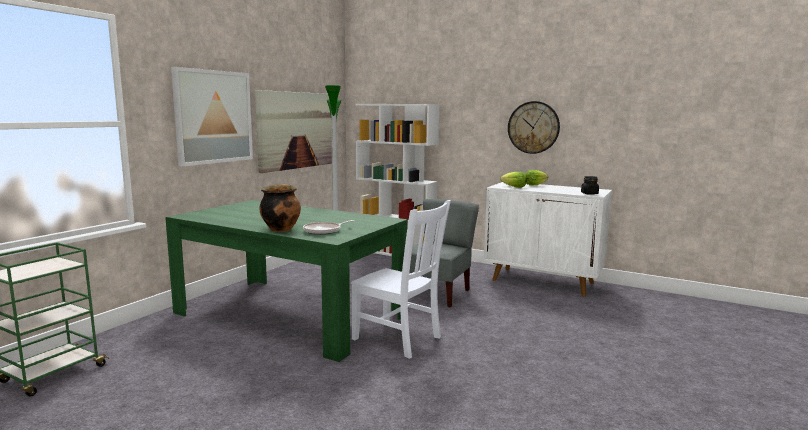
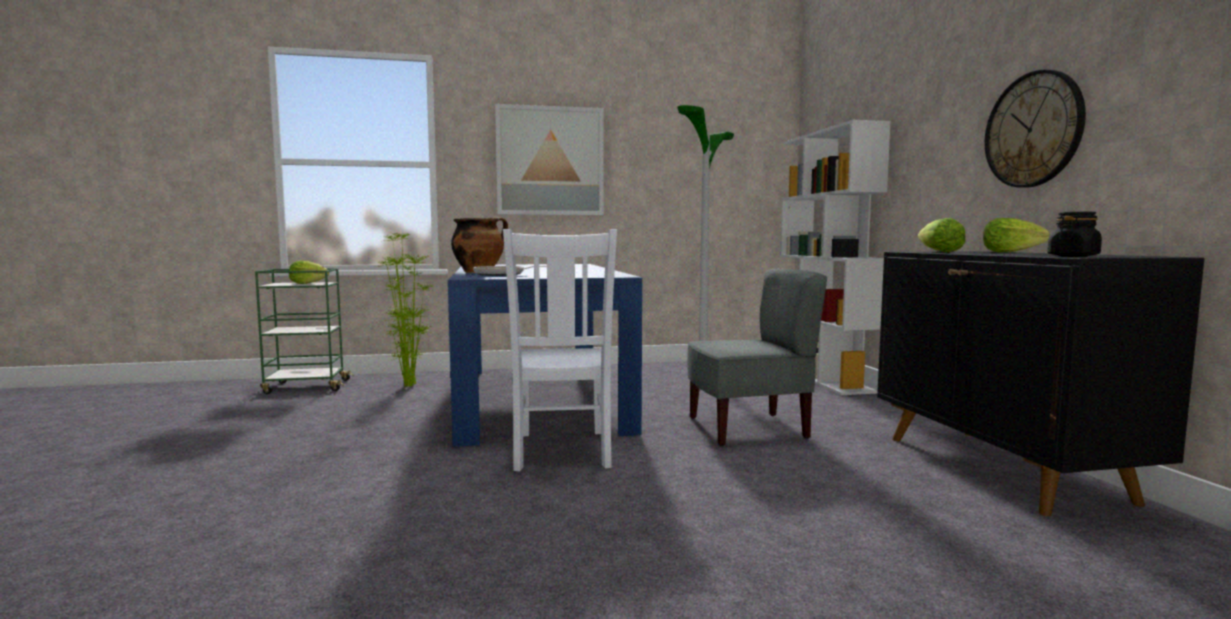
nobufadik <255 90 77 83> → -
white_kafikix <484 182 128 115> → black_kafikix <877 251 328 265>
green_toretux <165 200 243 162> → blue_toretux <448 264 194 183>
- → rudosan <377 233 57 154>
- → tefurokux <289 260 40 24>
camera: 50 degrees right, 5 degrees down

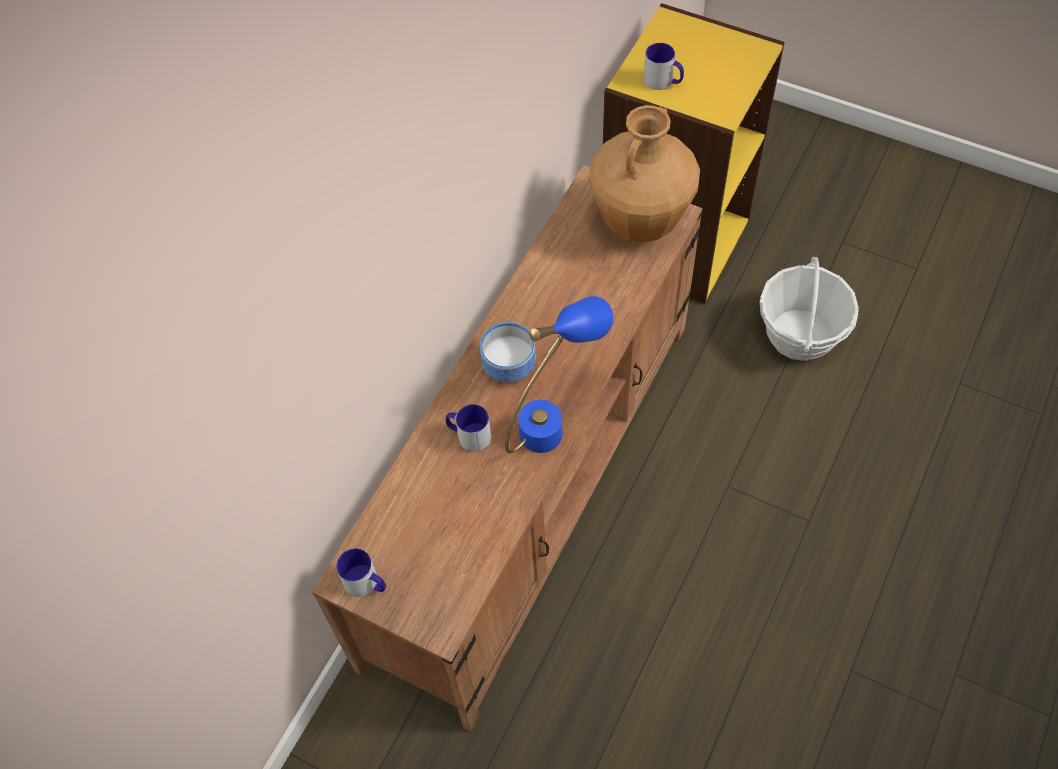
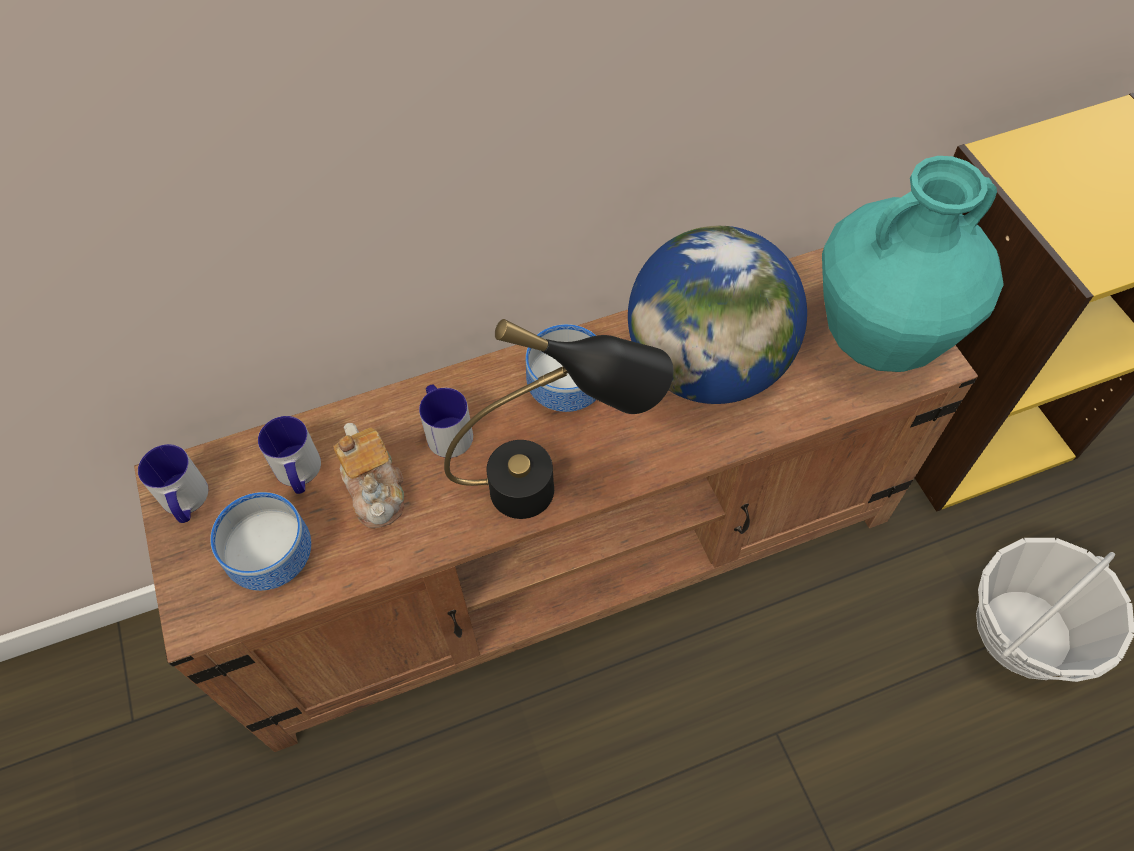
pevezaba <644 43 40 47> → pevezaba <258 416 63 78>, relocated
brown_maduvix <589 105 111 138> → turquoise_maduvix <822 156 182 216>
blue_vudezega <505 296 108 157> → black_vudezega <444 319 230 200>
- → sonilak <628 226 179 178>
- → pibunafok <333 423 71 105>
- → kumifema <210 492 101 99>
camera: 40 degrees right, 0 degrees up

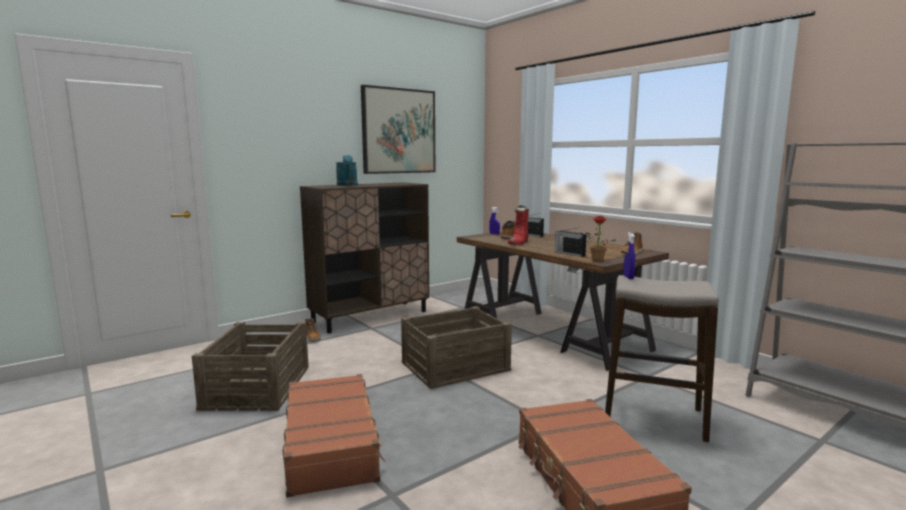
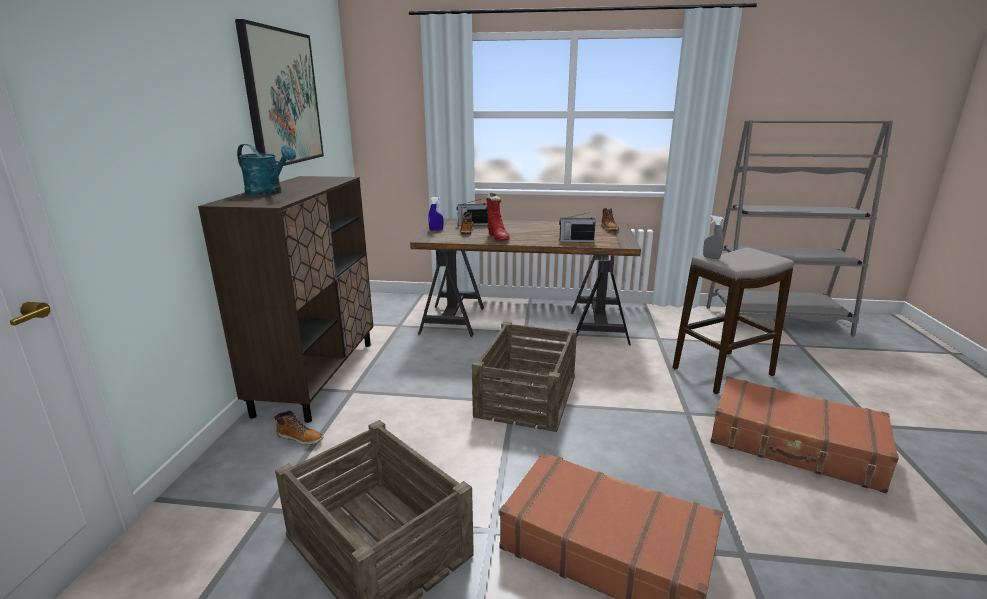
rudosan <586 216 30 46> → -
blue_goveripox <623 232 12 47> → grey_goveripox <703 215 21 44>
camera: 45 degrees left, 10 degrees up

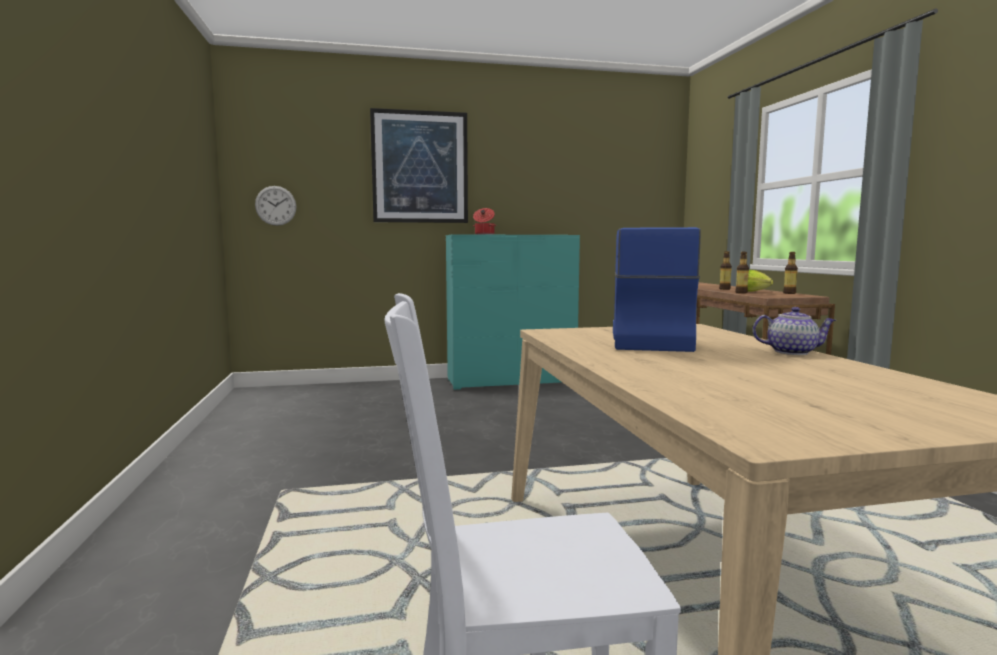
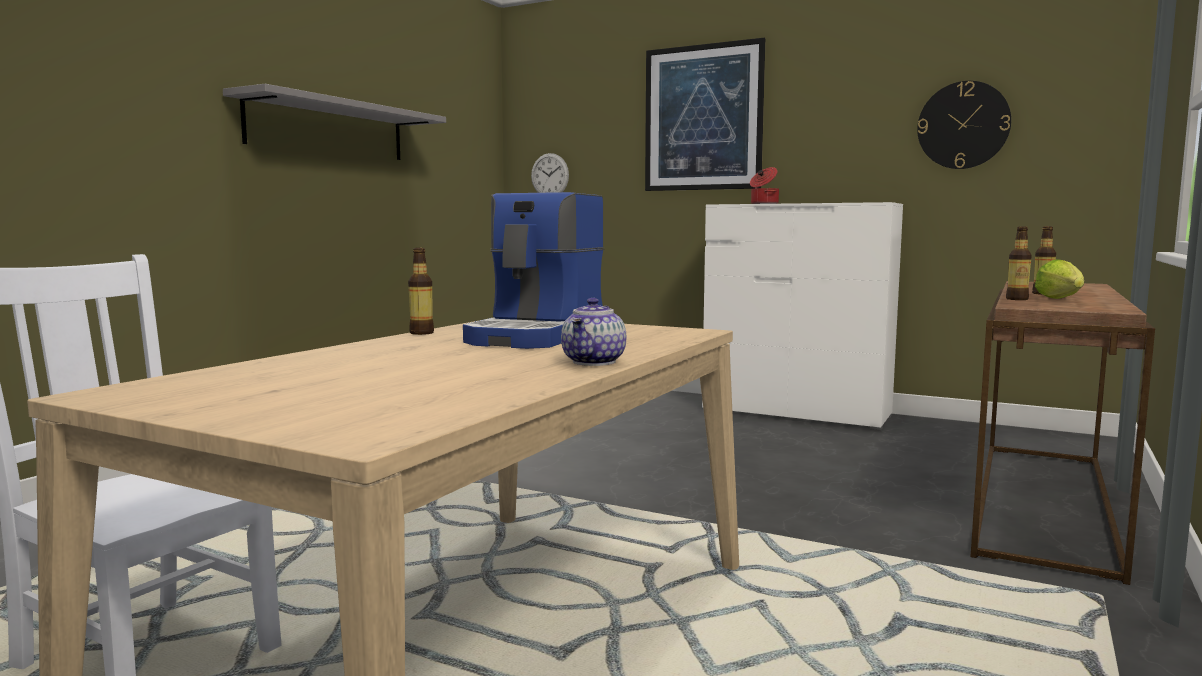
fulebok <613 227 88 125> → fulebok <463 192 141 157>, 150 degrees clockwise
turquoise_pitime <446 234 134 156> → white_pitime <702 202 201 228>
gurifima <783 252 15 42> → gurifima <408 248 26 87>, relocated
pibunafok <753 307 83 48> → pibunafok <561 298 65 68>, 60 degrees clockwise
- → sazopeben <917 81 94 88>
- → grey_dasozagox <223 84 223 76>
camera: 40 degrees right, 0 degrees up

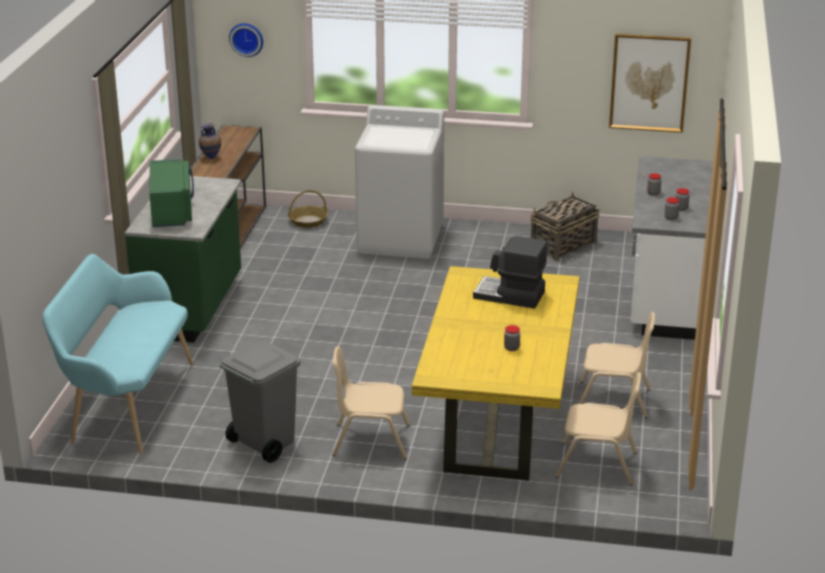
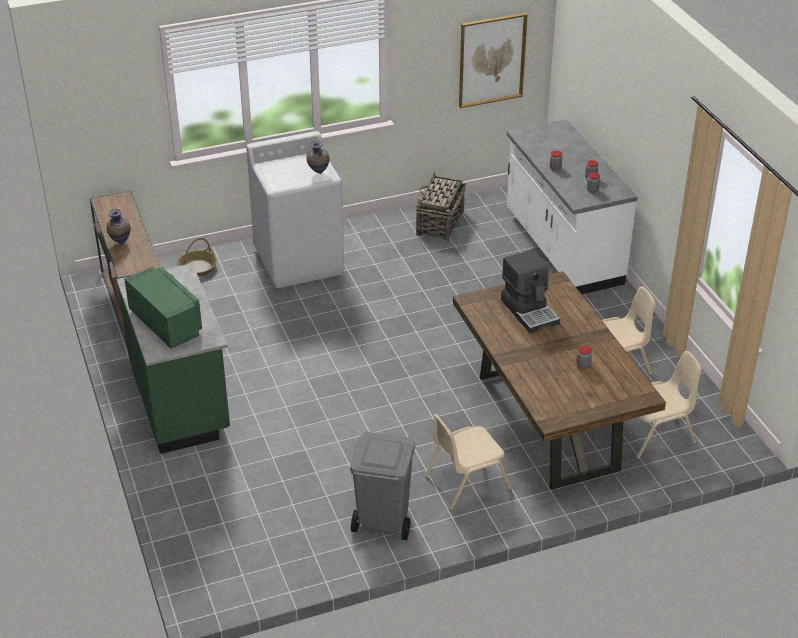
sazopeben <229 23 34 34> → -
fulebok <473 236 74 73> → fulebok <501 249 59 84>, 105 degrees counterclockwise
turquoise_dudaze <42 254 151 200> → -
yellow_toretux <412 266 167 215> → brown_toretux <453 271 213 219>
- → maduvix <307 140 23 34>
camera: 30 degrees left, 10 degrees up

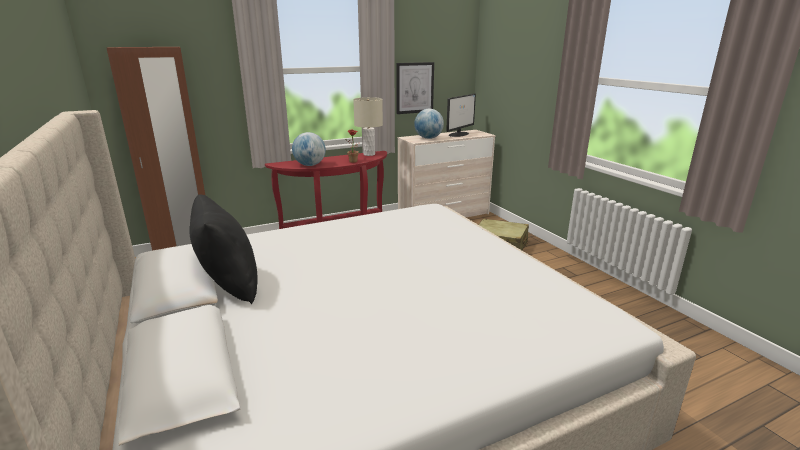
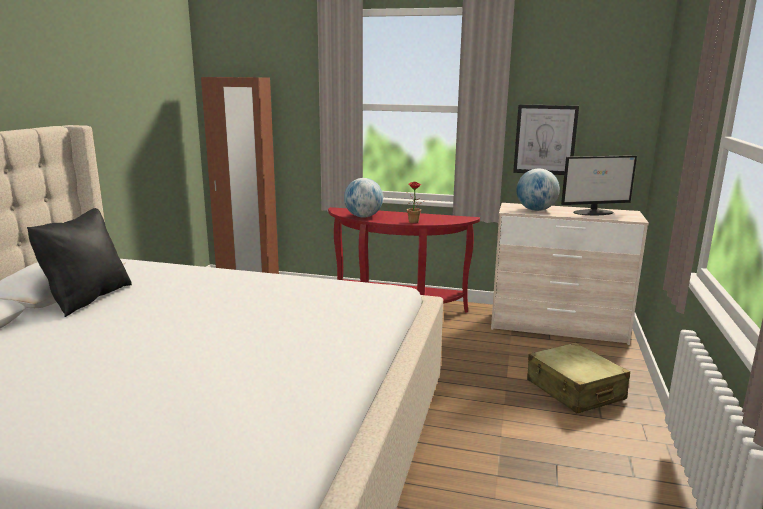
beige_vudezega <353 97 30 59> → -
camera: 40 degrees right, 5 degrees down

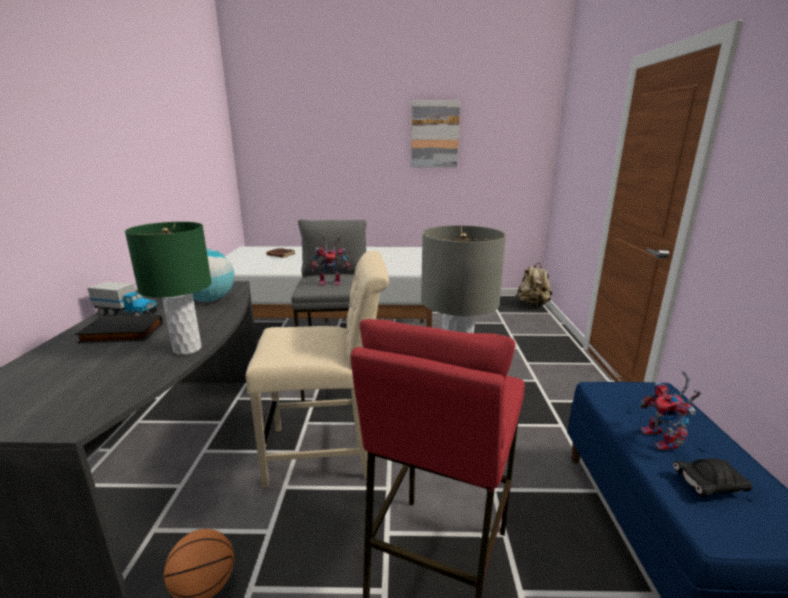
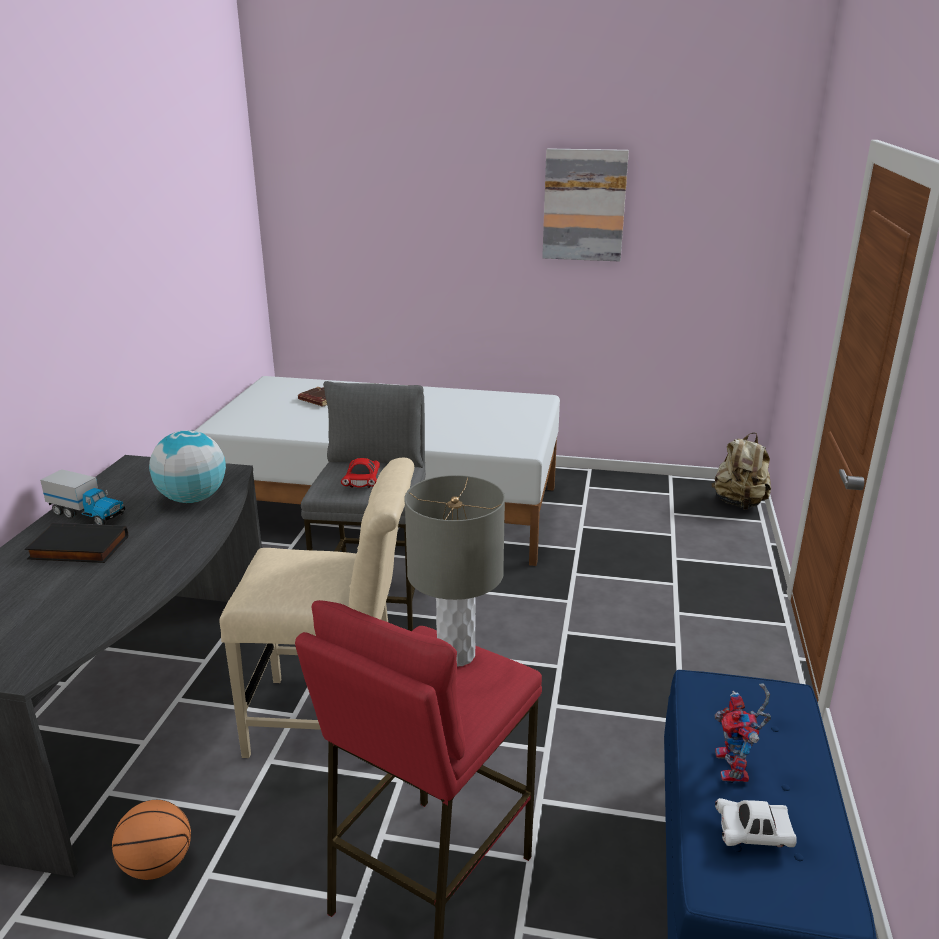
green_vudezega <125 222 87 133> → -
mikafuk <312 234 39 52> → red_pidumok <341 458 39 30>
black_pidumok <673 458 79 39> → white_pidumok <715 798 82 49>
camera: 10 degrees right, 5 degrees up

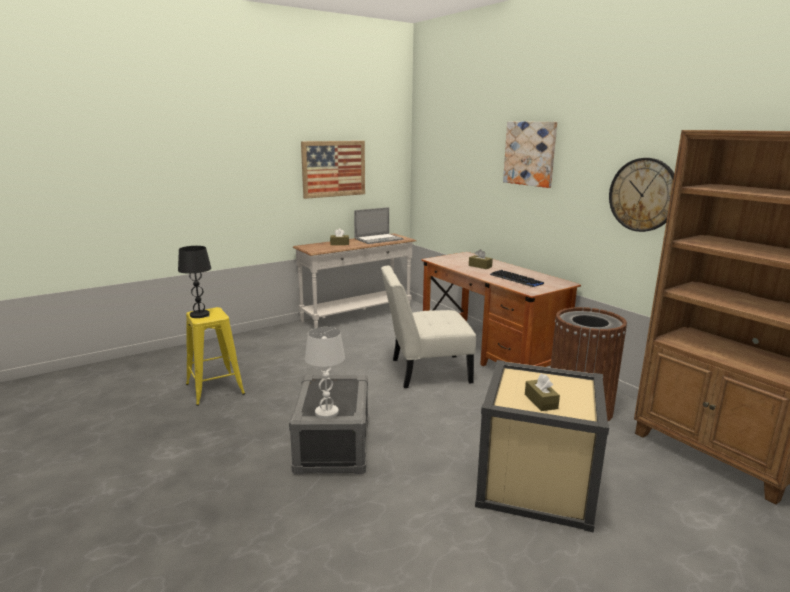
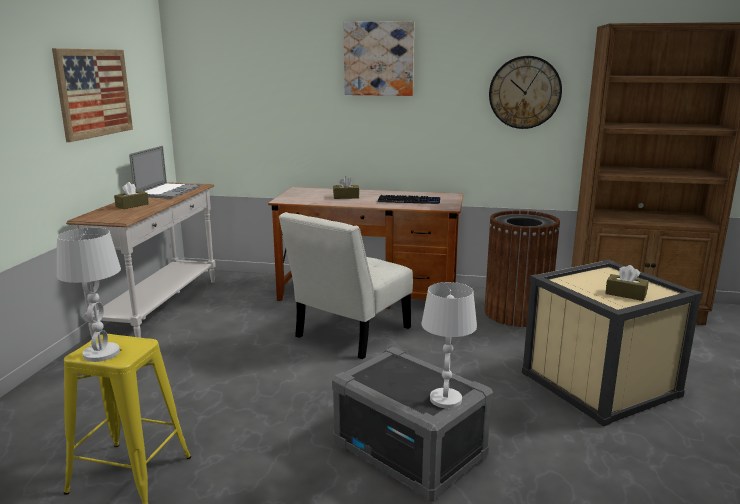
black_vudezega <178 246 33 72> → white_vudezega <57 228 64 134>
camera: 45 degrees left, 0 degrees up

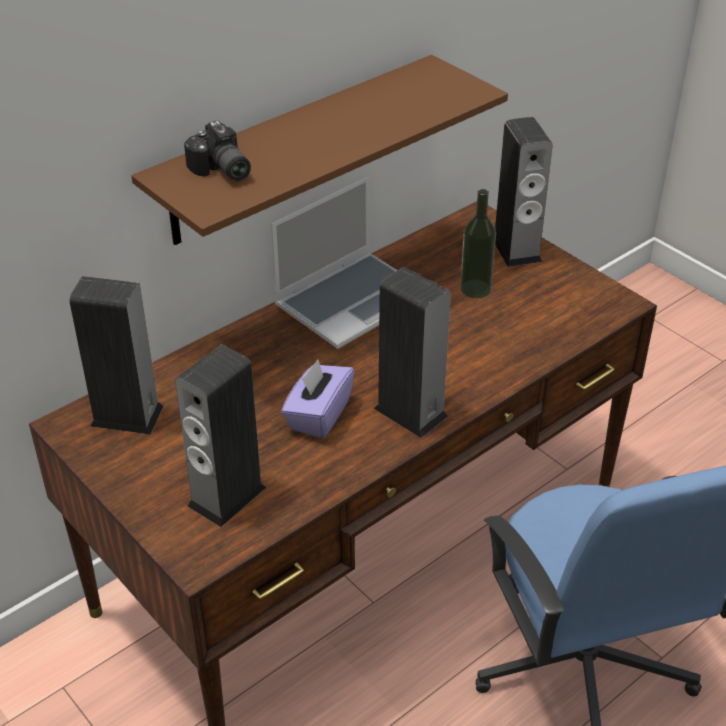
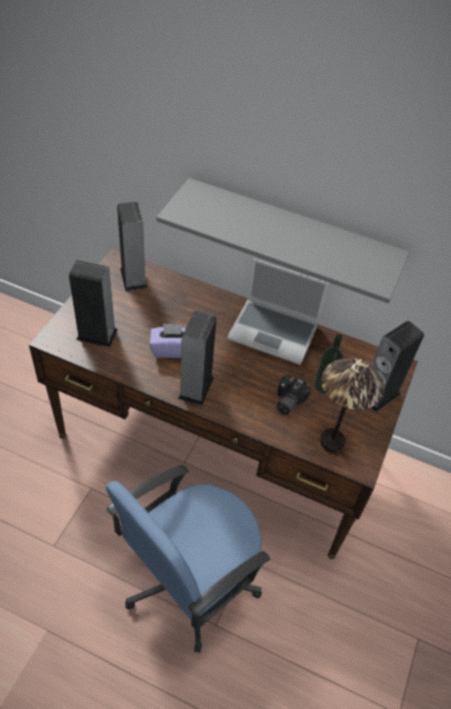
brown_dasozagox <131 55 377 190> → grey_dasozagox <156 178 254 126>
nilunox <184 121 67 60> → nilunox <277 375 34 40>, relocated
- → vudezega <320 358 65 94>
camera: 60 degrees right, 10 degrees up

